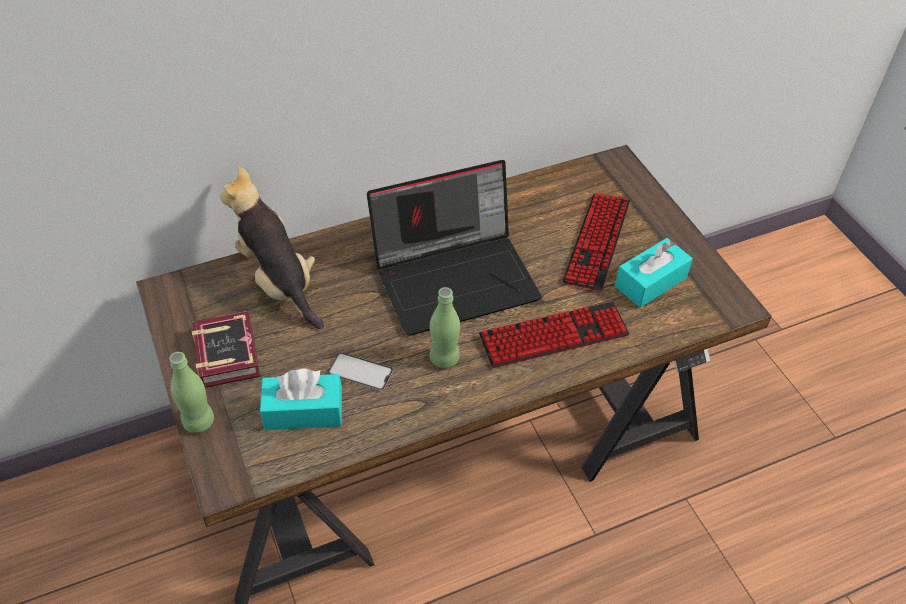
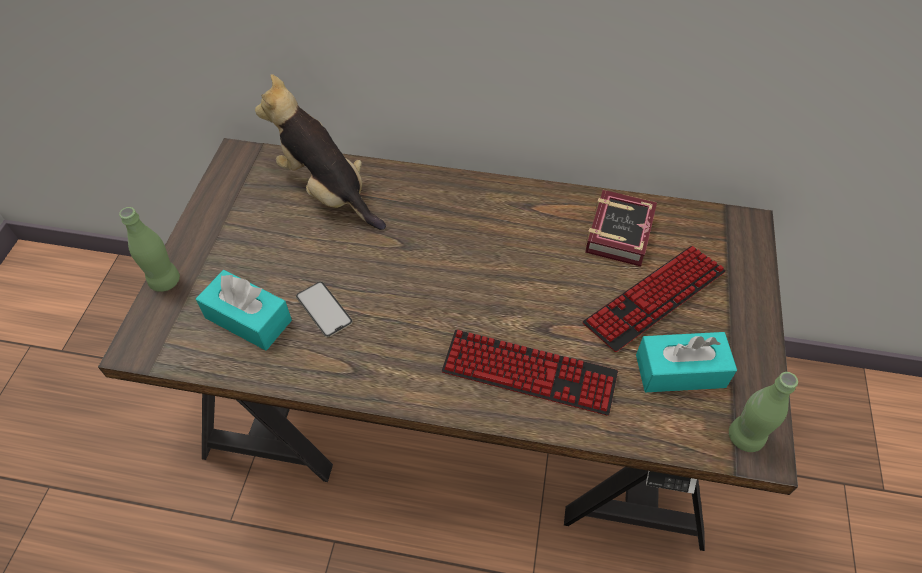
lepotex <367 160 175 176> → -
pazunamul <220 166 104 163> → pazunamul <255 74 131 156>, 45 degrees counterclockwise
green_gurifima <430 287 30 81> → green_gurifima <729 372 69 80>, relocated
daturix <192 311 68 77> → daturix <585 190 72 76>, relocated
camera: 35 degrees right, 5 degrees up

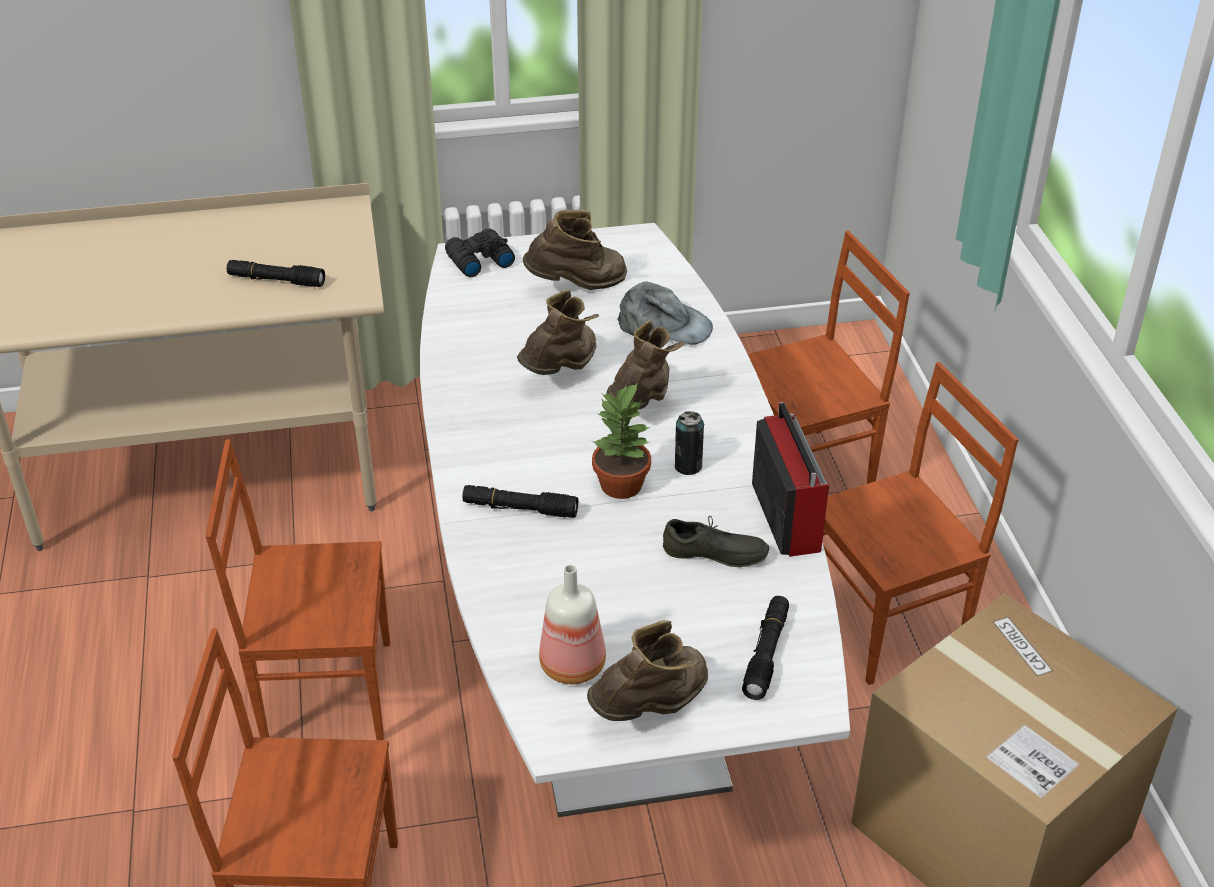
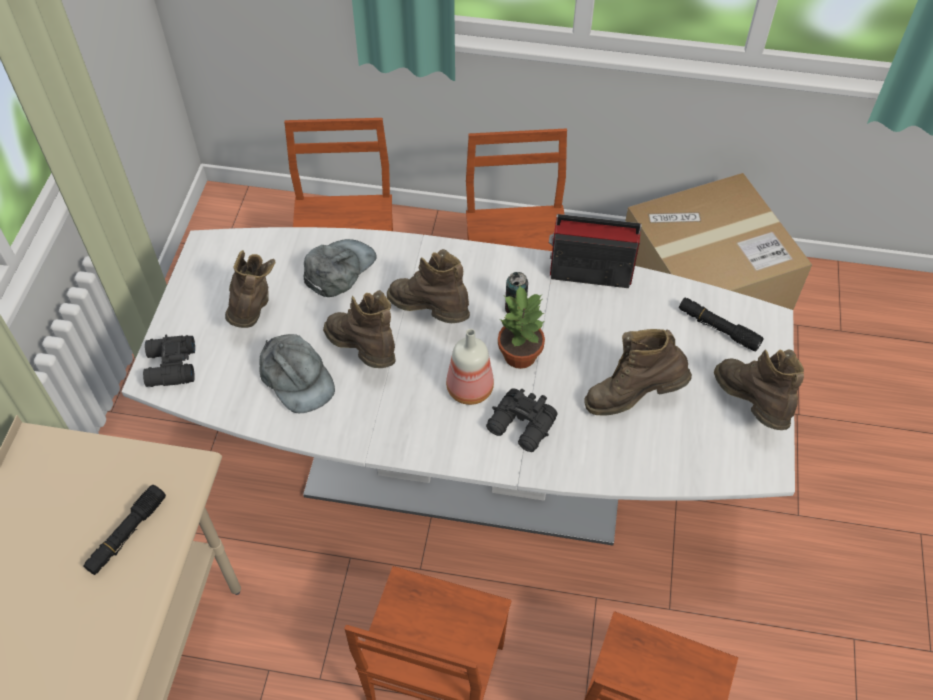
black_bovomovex <462 485 116 33> → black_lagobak <486 388 71 64>
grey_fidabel <663 516 106 51> → -
gurifima <539 565 67 119> → gurifima <446 329 48 76>, relocated
- → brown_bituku <585 329 107 87>
- → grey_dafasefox <260 334 75 79>
camera: 70 degrees left, 15 degrees up

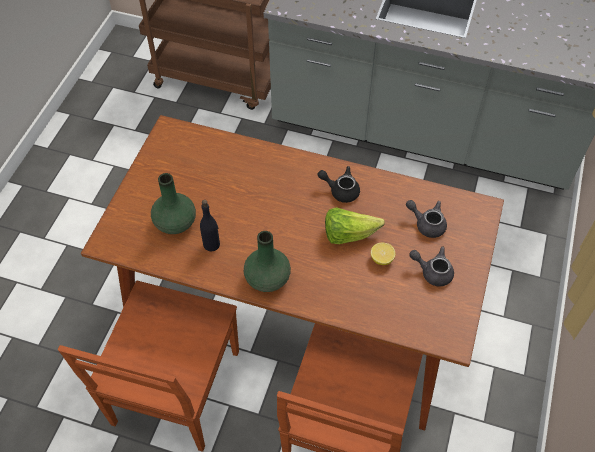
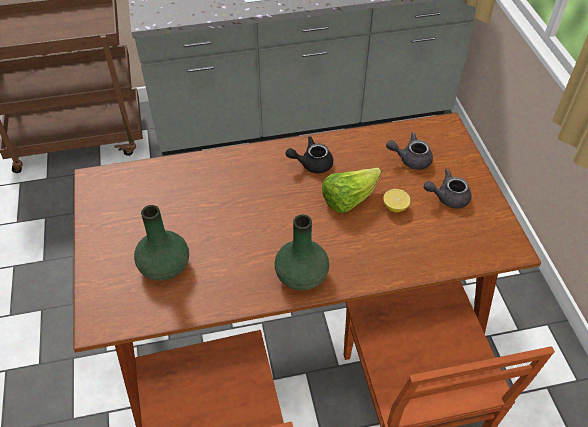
black_gurifima <200 200 20 51> → -
camera: 30 degrees left, 5 degrees down

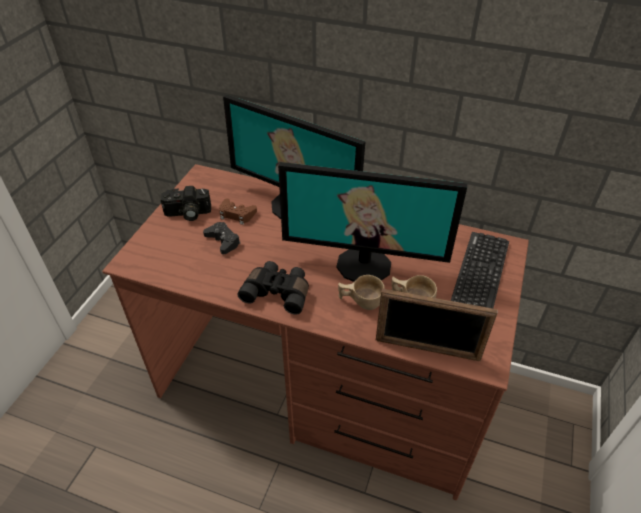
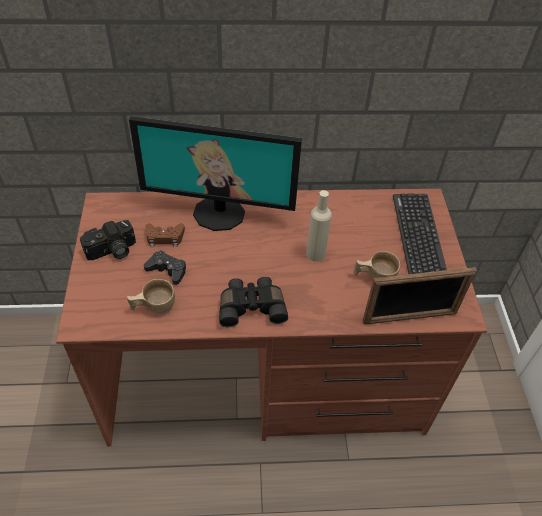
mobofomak <278 162 189 120> → beige_gurifima <306 190 26 72>
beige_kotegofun <338 275 47 35> → beige_kotegofun <127 279 48 34>, relocated
camera: 25 degrees left, 5 degrees up

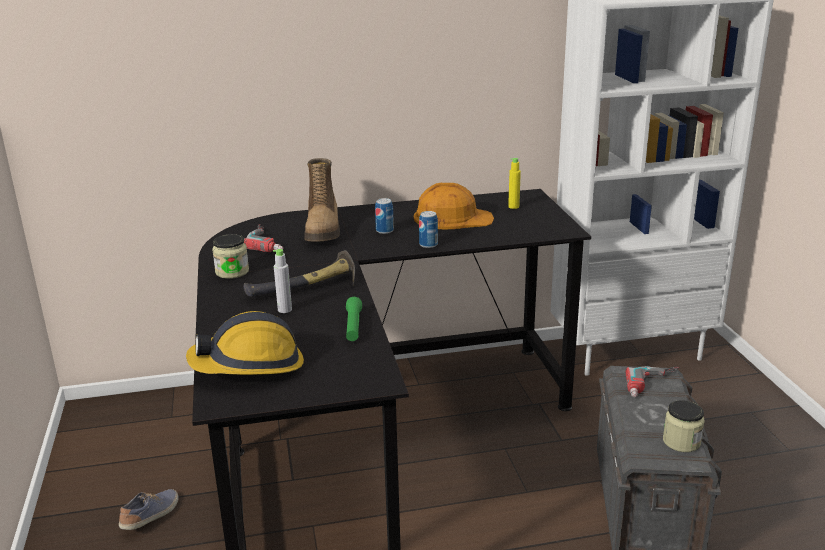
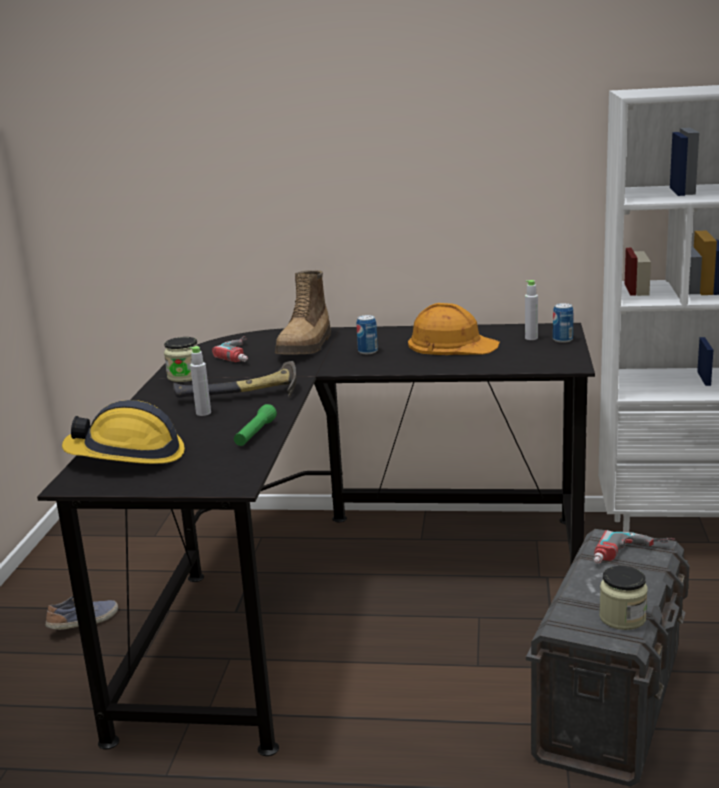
yellow_gurifima <508 158 13 51> → grey_gurifima <525 280 13 60>
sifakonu <419 211 19 37> → sifakonu <553 303 21 40>, relocated
camera: 20 degrees right, 5 degrees down

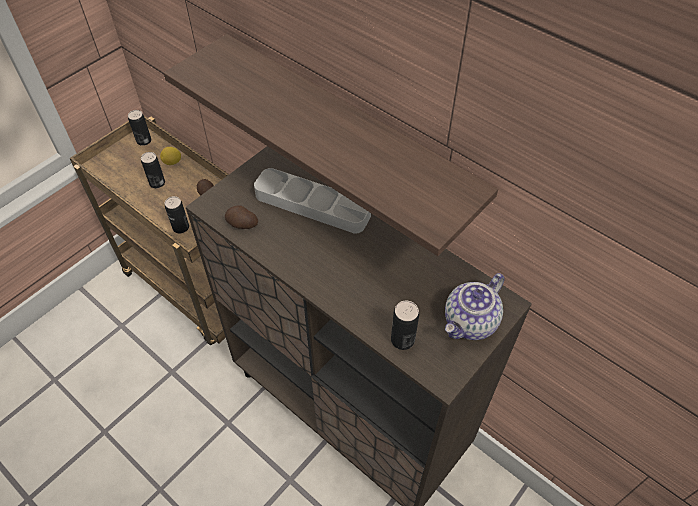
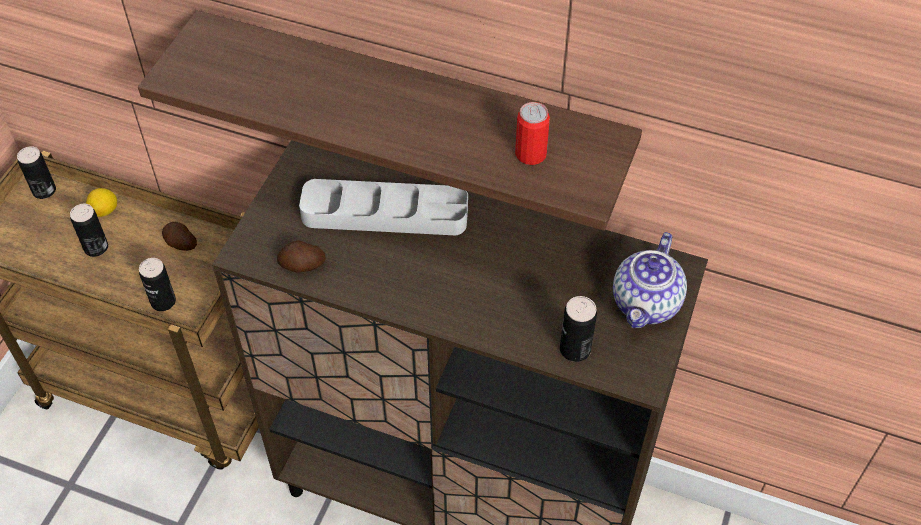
- → sifakonu <515 102 35 63>
camera: 20 degrees left, 0 degrees up

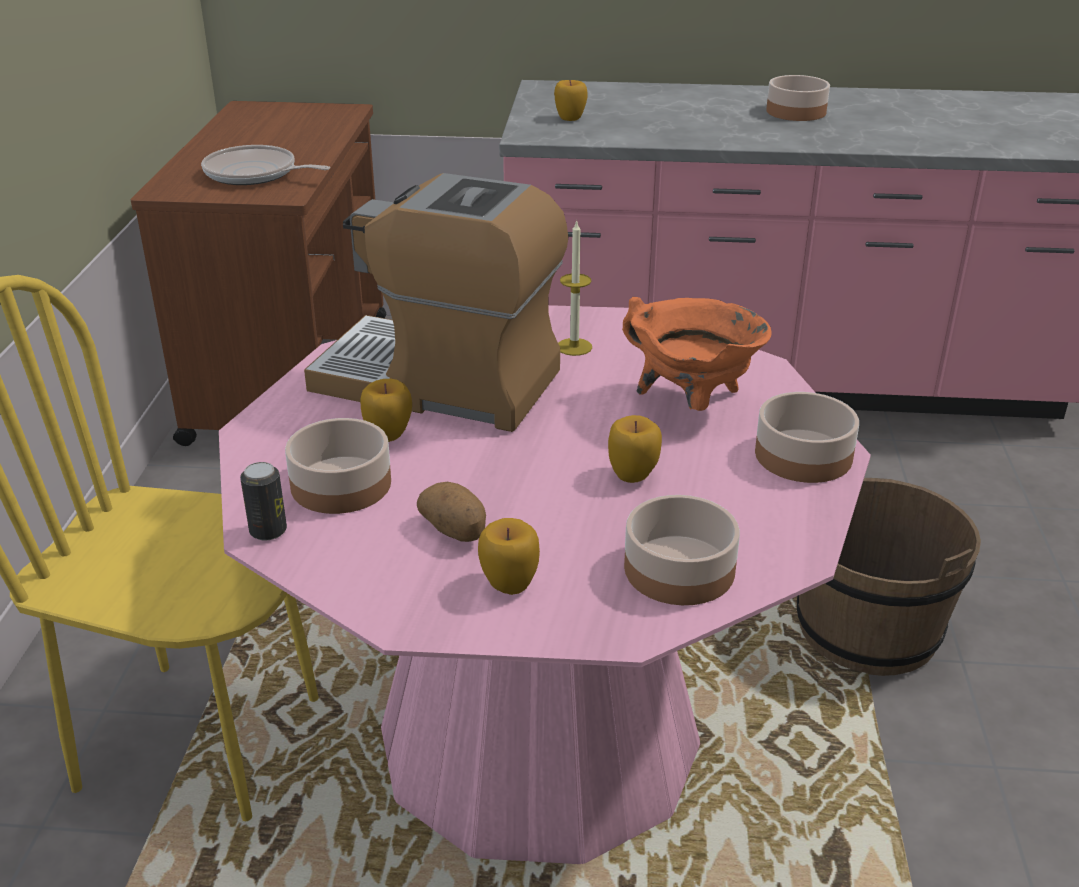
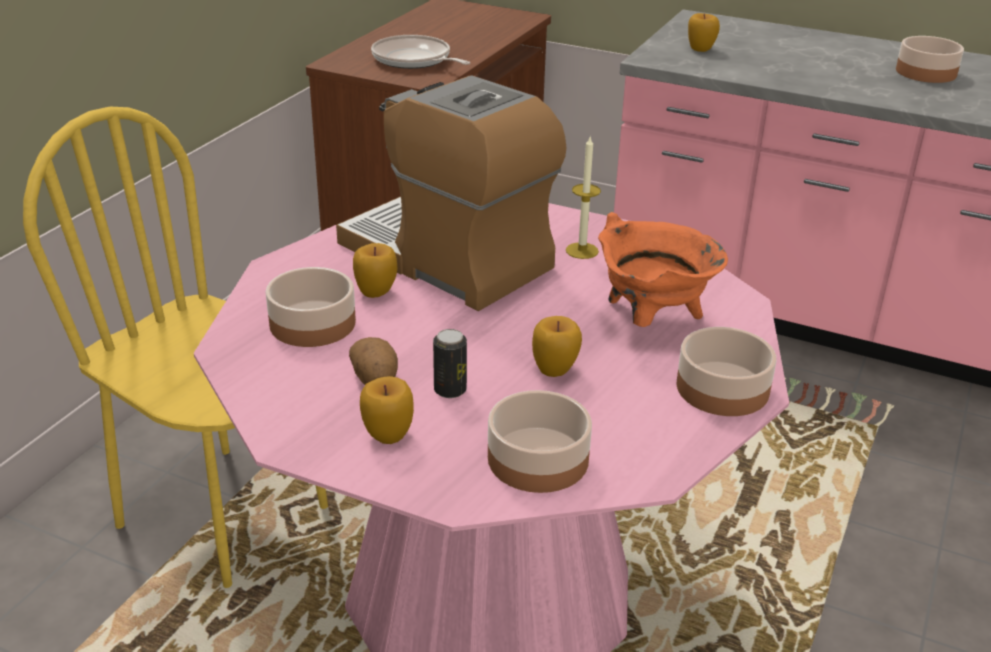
sifakonu <240 462 47 78> → sifakonu <433 329 34 69>, relocated
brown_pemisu <797 478 184 198> → -
camera: 20 degrees right, 0 degrees up

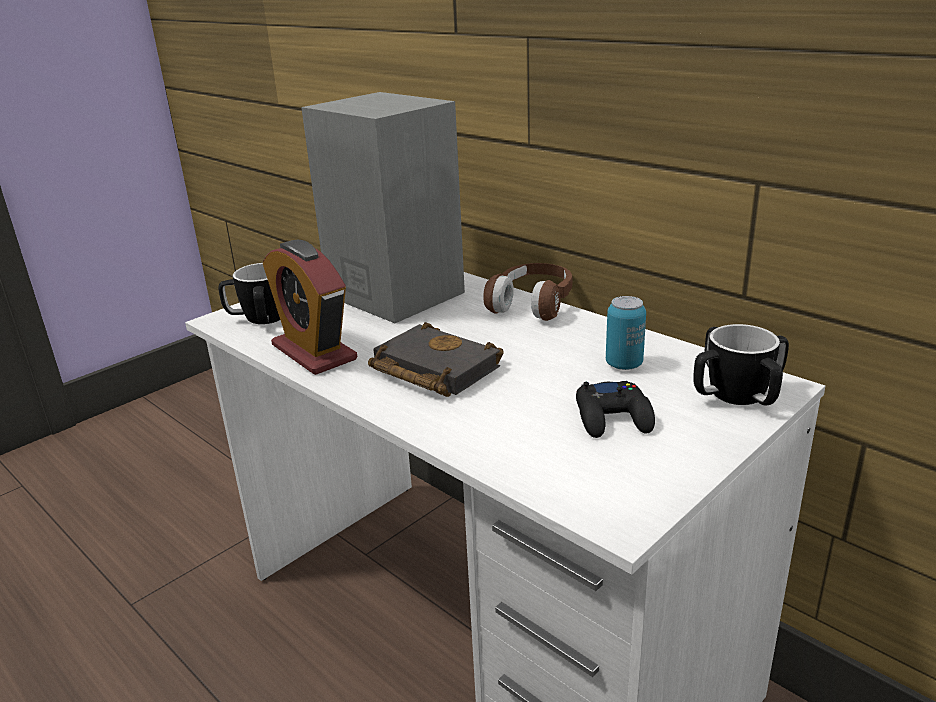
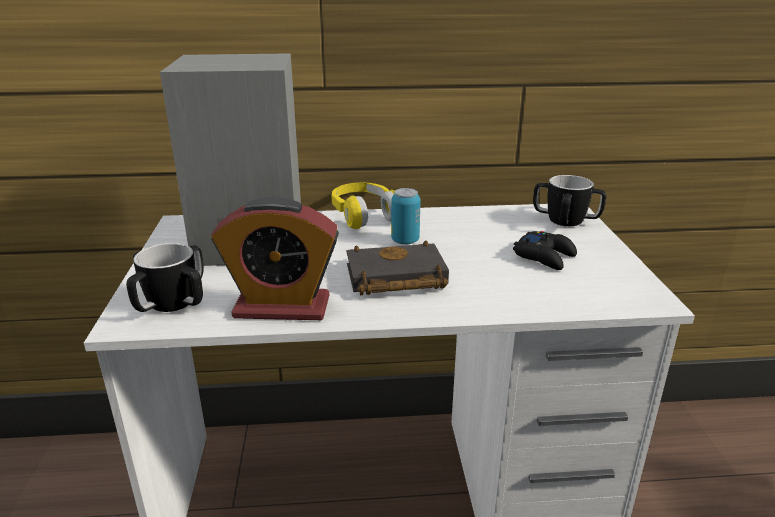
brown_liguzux <483 263 90 58> → yellow_liguzux <331 182 64 47>
sifakonu <606 296 40 74> → sifakonu <391 188 29 57>, relocated
camera: 50 degrees left, 0 degrees up

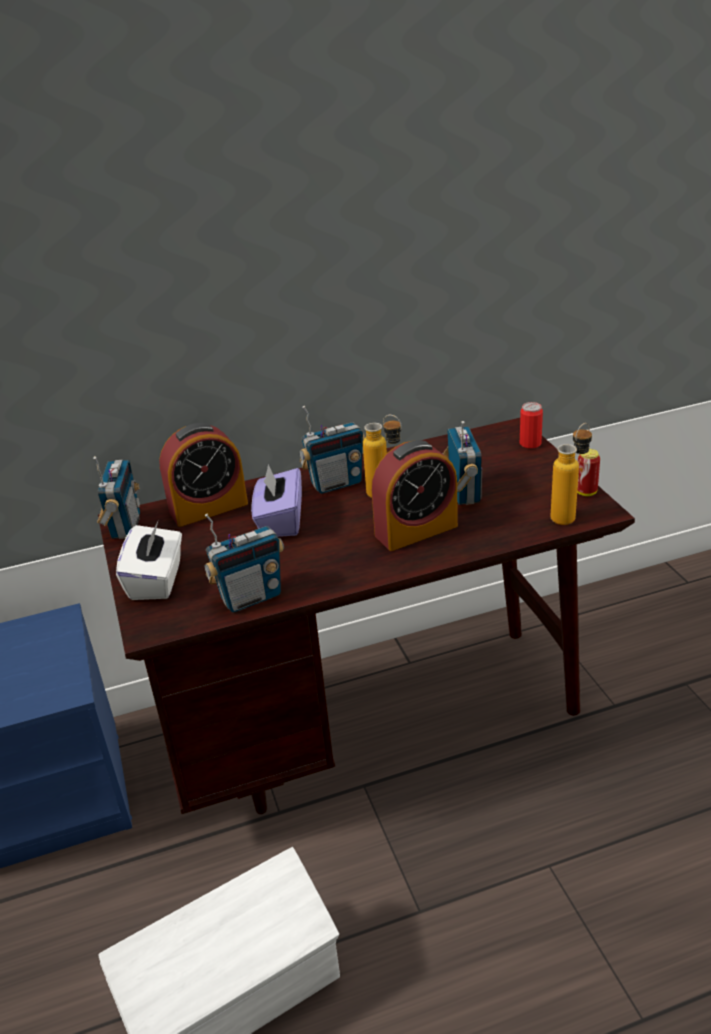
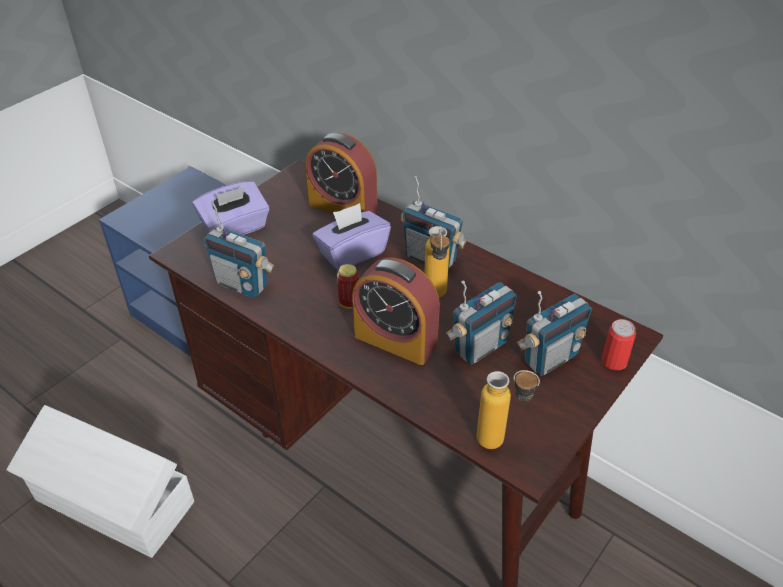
sifakonu <577 449 23 47> → sifakonu <337 264 22 45>, relocated
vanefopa <93 456 47 83> → vanefopa <517 291 75 85>, relocated
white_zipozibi <116 522 66 78> → purple_zipozibi <193 181 77 54>
camera: 55 degrees right, 10 degrees up

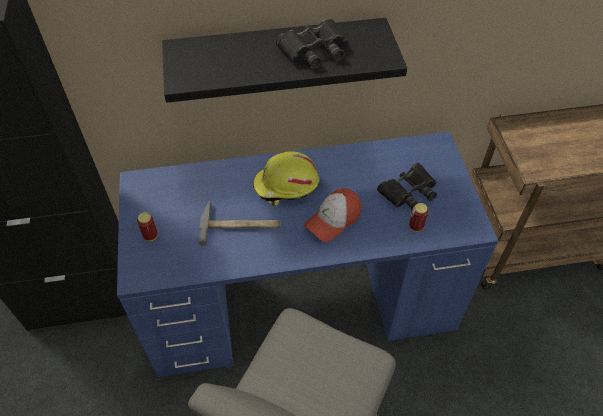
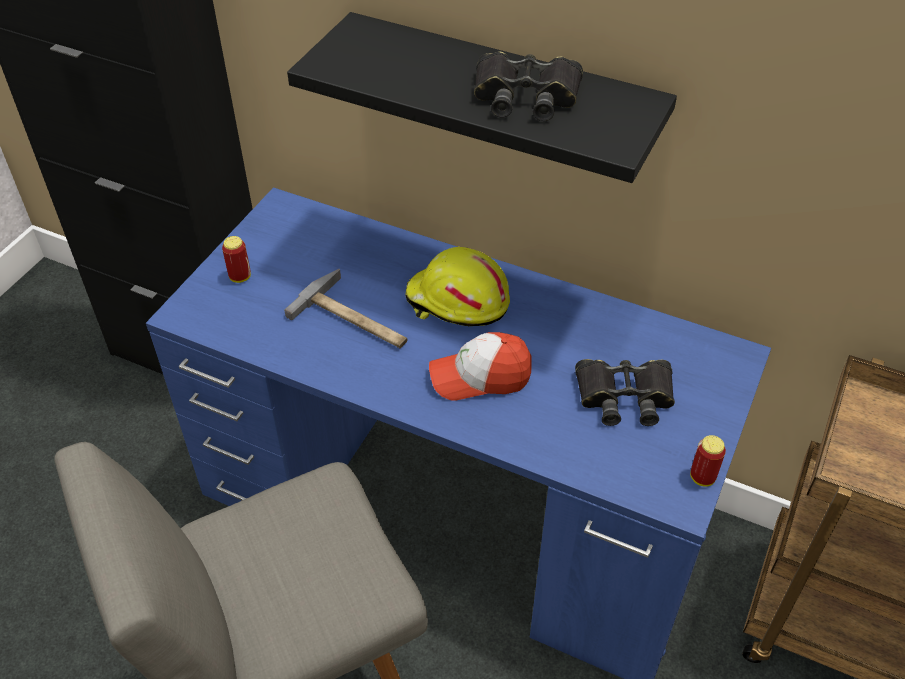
sifakonu <409 203 19 29> → sifakonu <690 435 36 52>, relocated
camera: 35 degrees right, 5 degrees down

